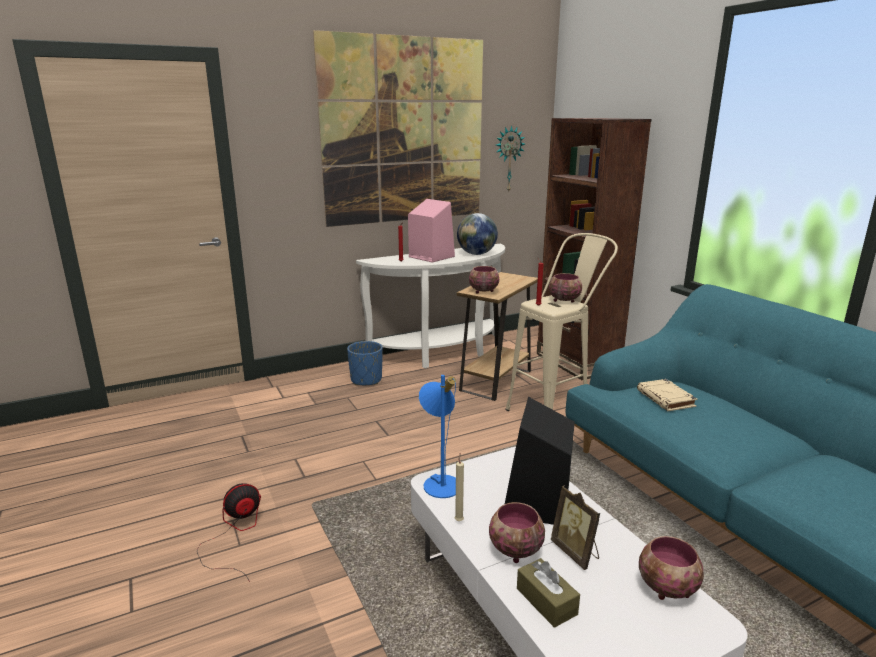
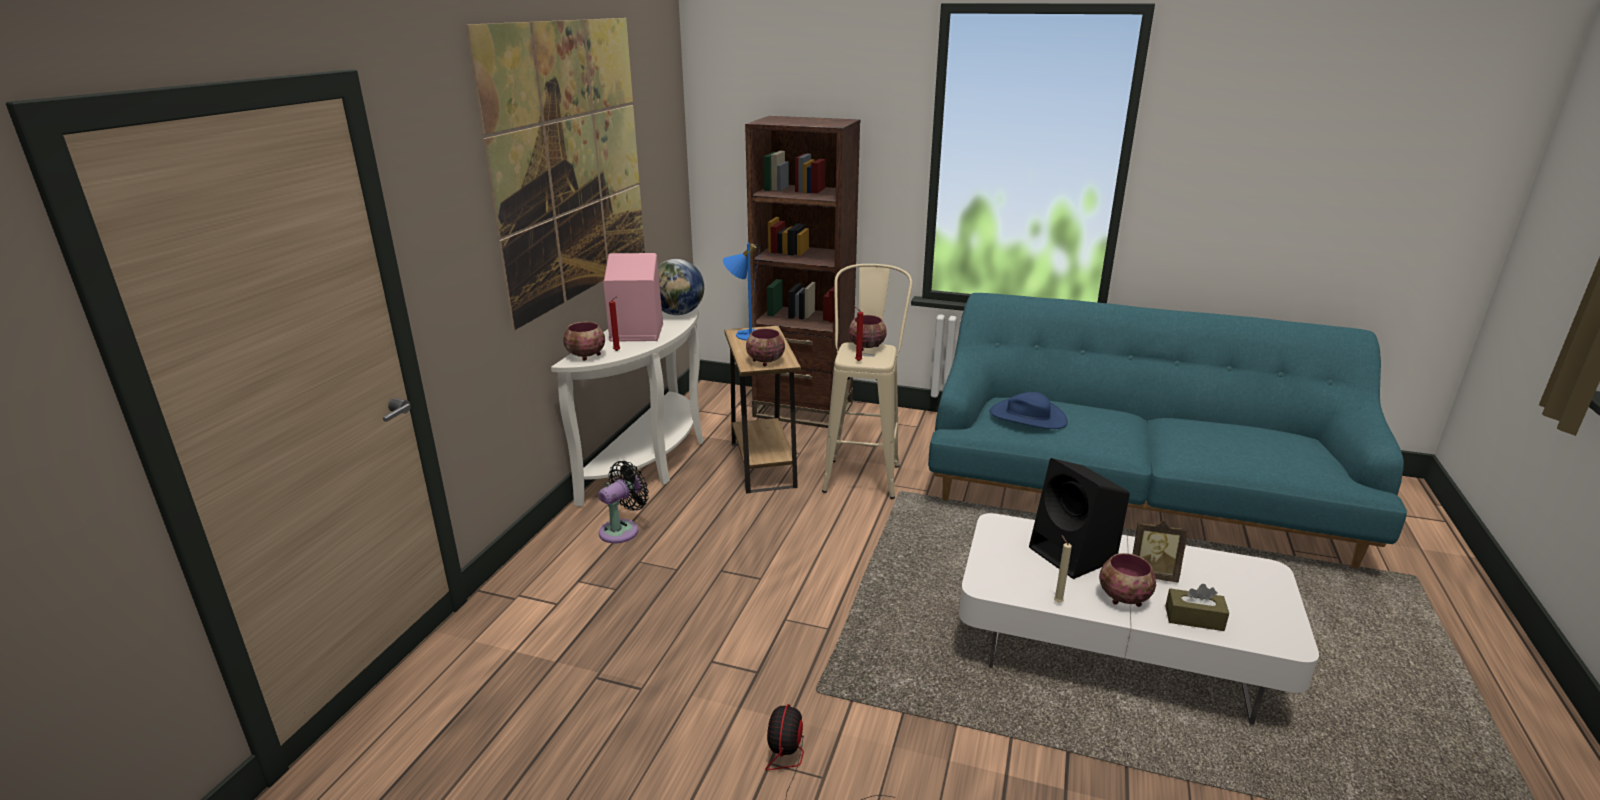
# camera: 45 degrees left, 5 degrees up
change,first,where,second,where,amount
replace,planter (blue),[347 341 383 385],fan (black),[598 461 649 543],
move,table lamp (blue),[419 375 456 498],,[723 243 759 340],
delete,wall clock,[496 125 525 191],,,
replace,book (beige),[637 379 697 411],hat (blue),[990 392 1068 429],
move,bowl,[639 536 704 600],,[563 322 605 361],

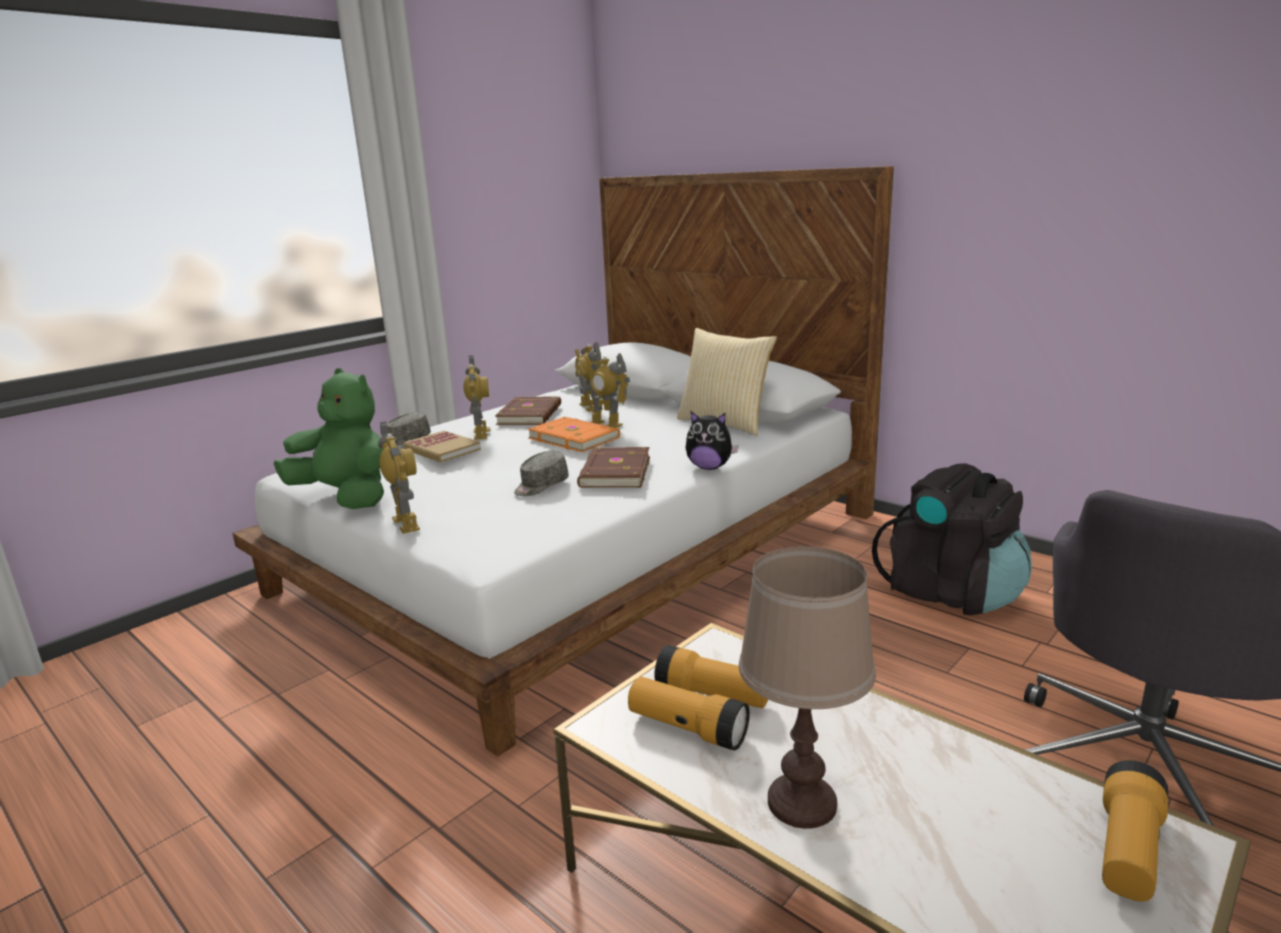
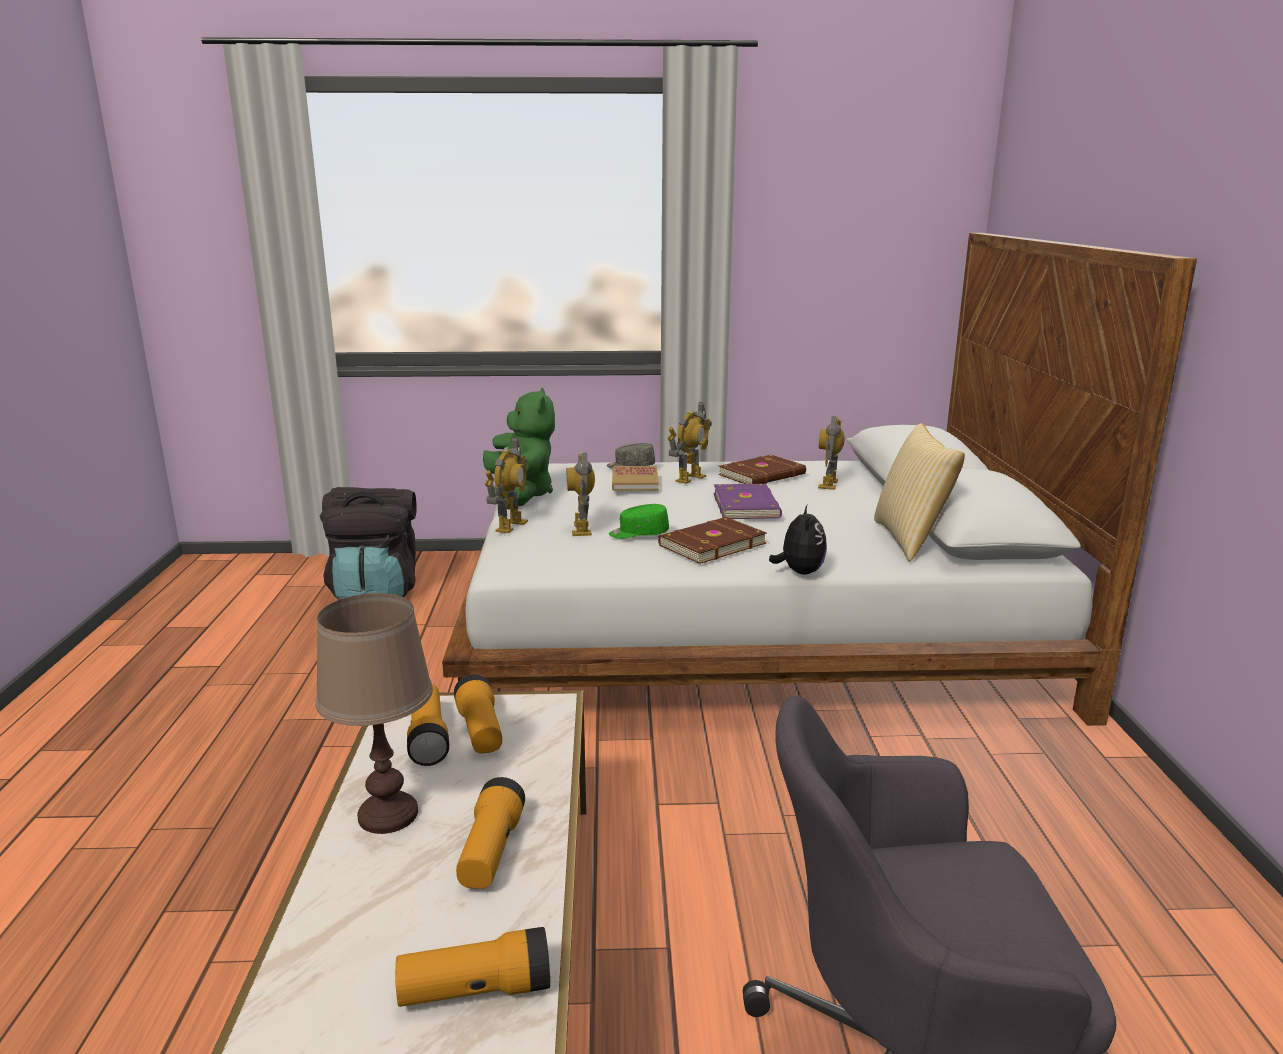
# camera: 45 degrees right, 0 degrees up
change,first,where,second,where,amount
recolor,cap (grey),[514 451 569 496],cap (green),[609 504 669 539],
recolor,book (orange),[527 417 620 452],book (purple),[713 484 782 519],
move,toy robot,[577 353 630 428],,[567 452 595 536],
rotate,plush toy,[685 411 739 470],,[769 505 827 575],150 degrees counterclockwise
move,backpack (black),[872 463 1032 615],,[320 487 417 600],
insert,,,flashlight,[456 777 525 889],

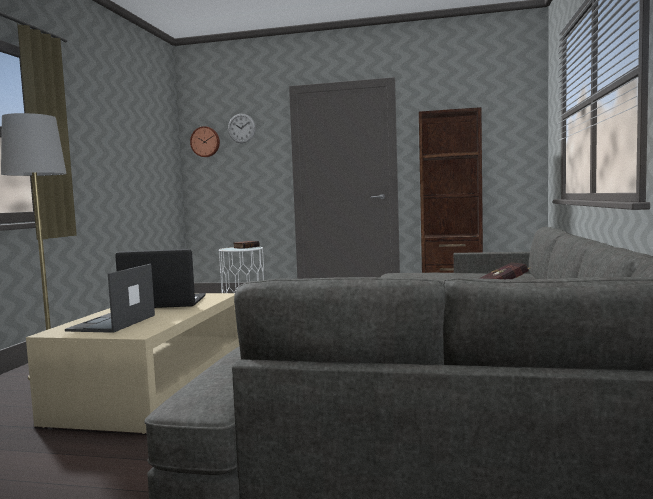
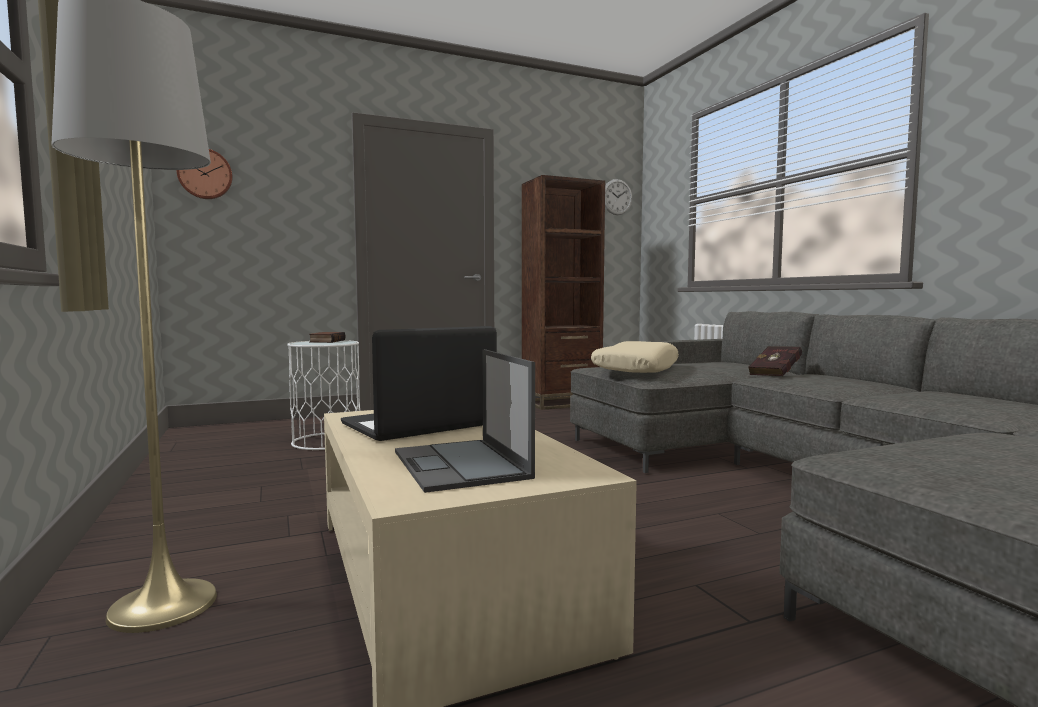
# camera: 35 degrees left, 0 degrees up
change,first,where,second,where,amount
move,wall clock,[228 114 256 143],,[605 179 632 215],
insert,,,pillow (beige),[591 341 679 373],

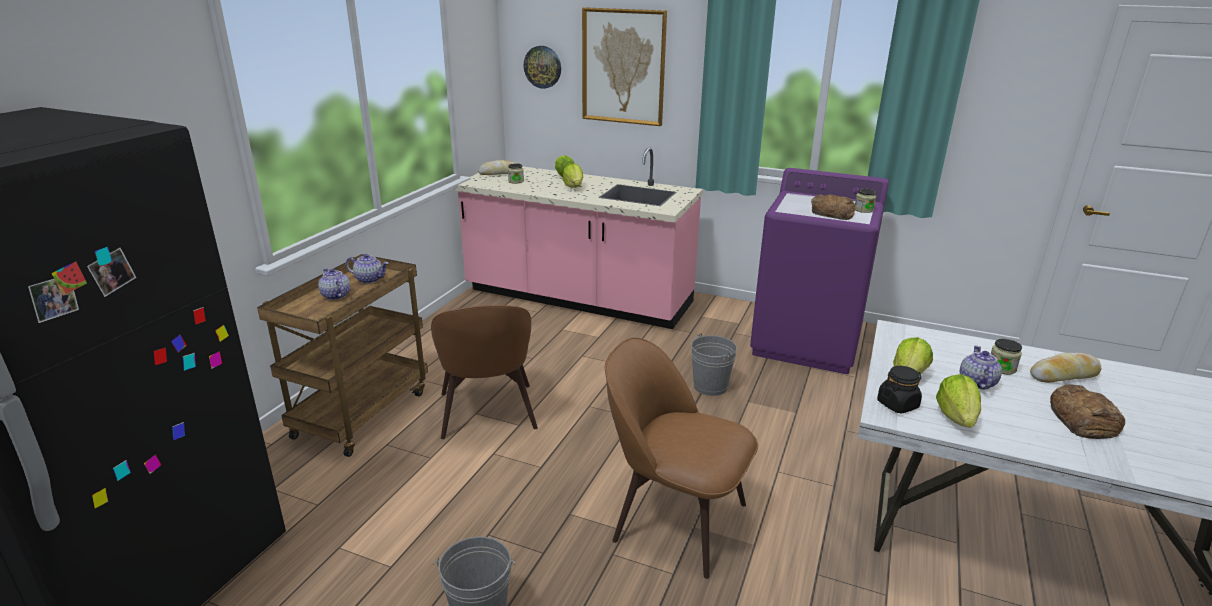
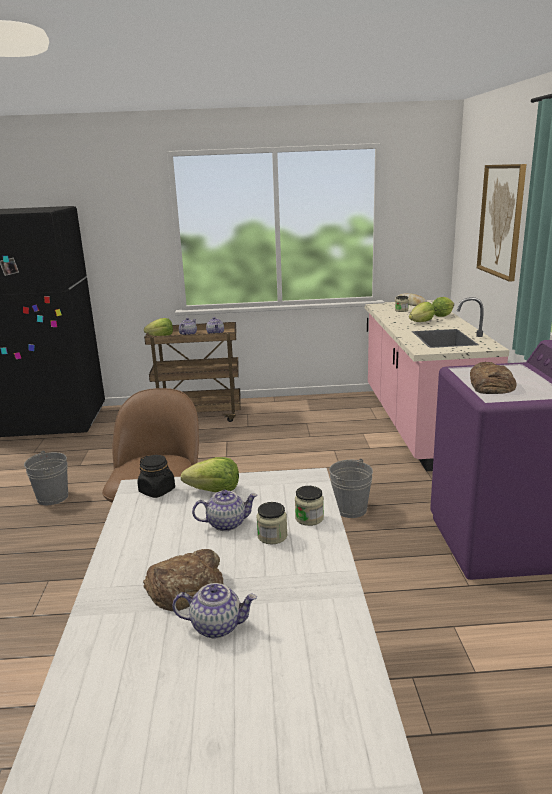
# camera: 65 degrees right, 5 degrees down
change,first,where,second,where,amount
delete,chair (brown),[431 305 538 439],,,
delete,wall clock,[524 46 561 89],,,
move,jar,[855 189 876 213],,[295 486 324 526],
move,lettuce,[936 374 981 428],,[144 318 173 336],
delete,bread,[1030 353 1102 383],,,
insert,,,teapot,[172 583 257 638],

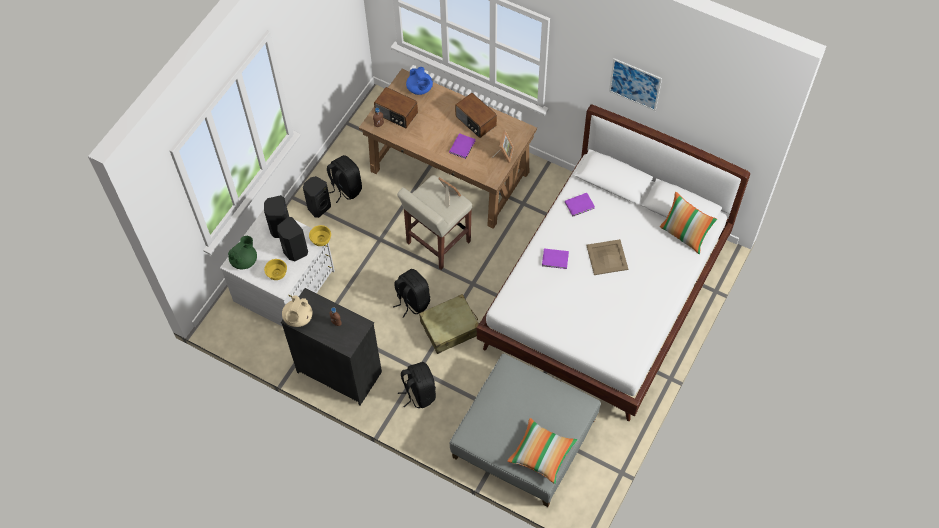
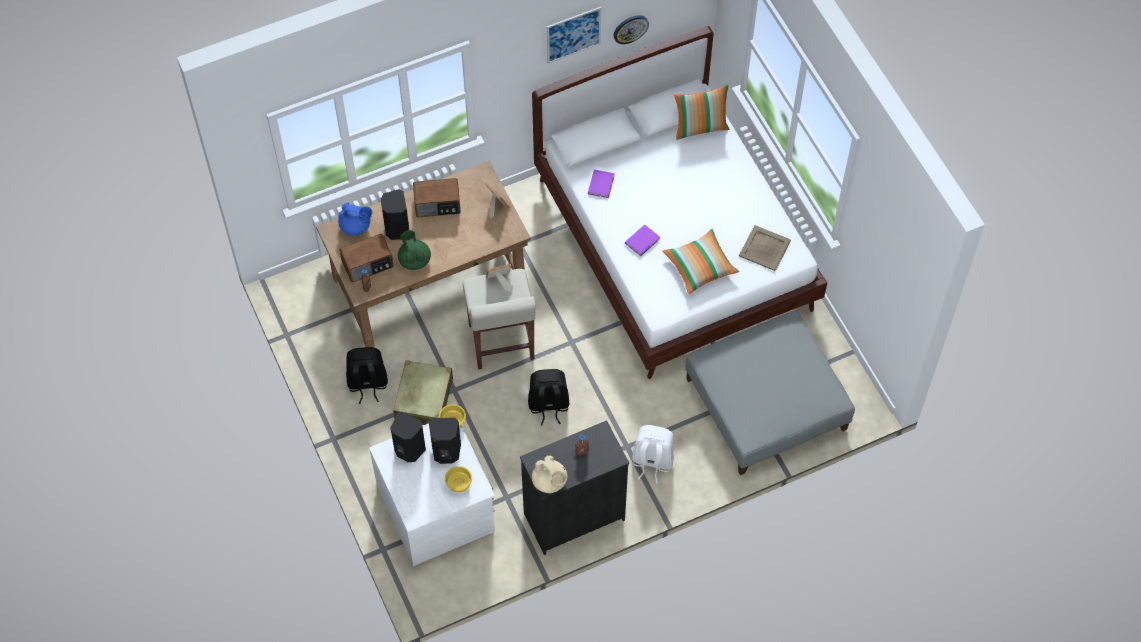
# camera: 55 degrees left, 0 degrees up
change,first,where,second,where,amount
move,teapot (green),[228 236 257 269],,[398 230 431 270],
move,speaker (black),[303 176 331 218],,[381 189 409 240],
recolor,backpack (black),[398 362 436 409],backpack (white),[632 425 674 483],
move,suitcase (beige),[419 294 479 354],,[393 360 453 425],
delete,book (purple),[449 133 475 159],,,
move,pillow,[507 418 577 484],,[662 229 739 294],
move,tray (beige),[586 239 628 275],,[739 225 791 271],
insert,,,wall clock,[613 15 649 44],

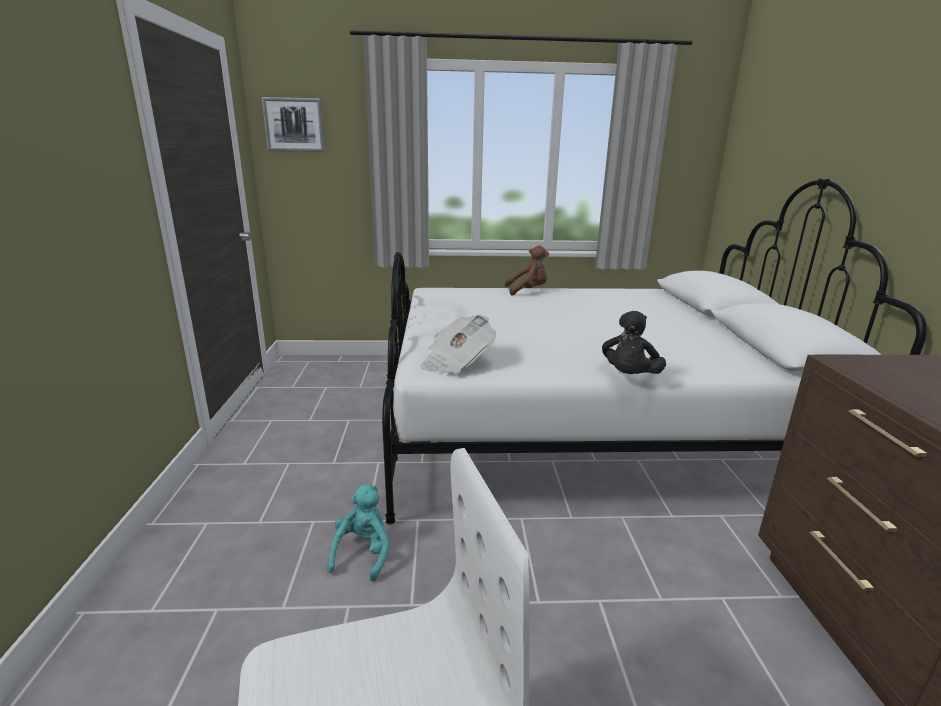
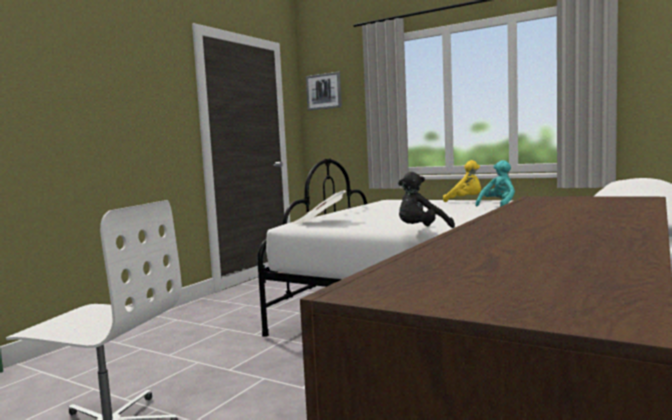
# camera: 35 degrees right, 15 degrees down
change,first,where,second,where,amount
move,plush toy (turquoise),[327 484 390 582],,[475 160 515 207],
recolor,plush toy (brown),[505 246 549 296],plush toy (yellow),[443 160 481 202],

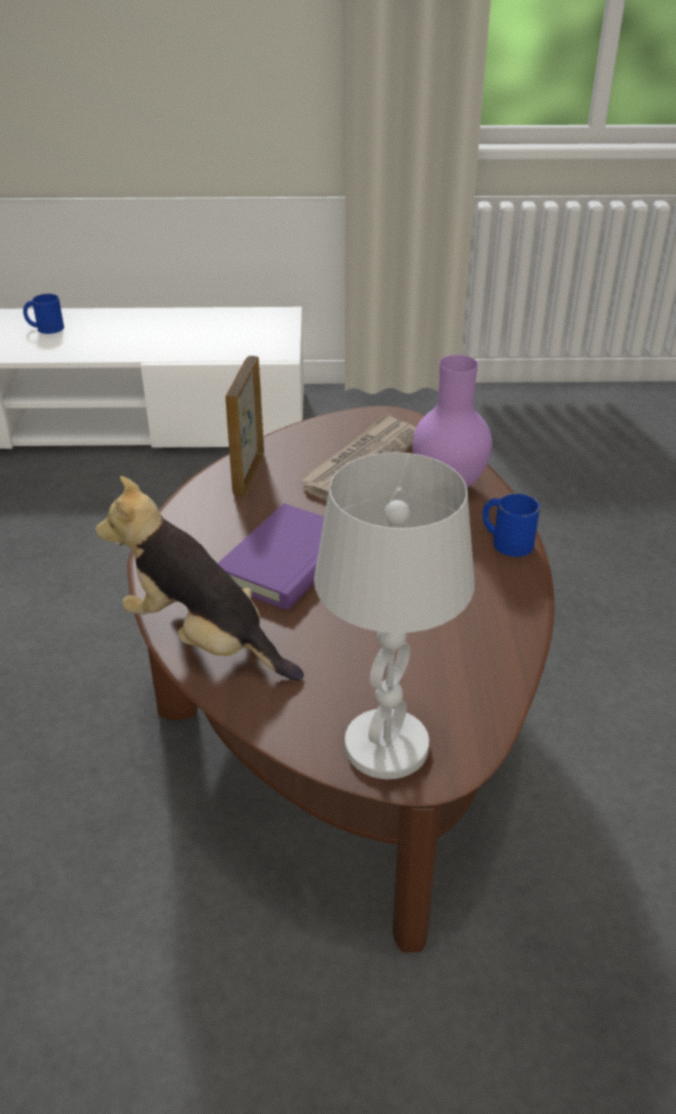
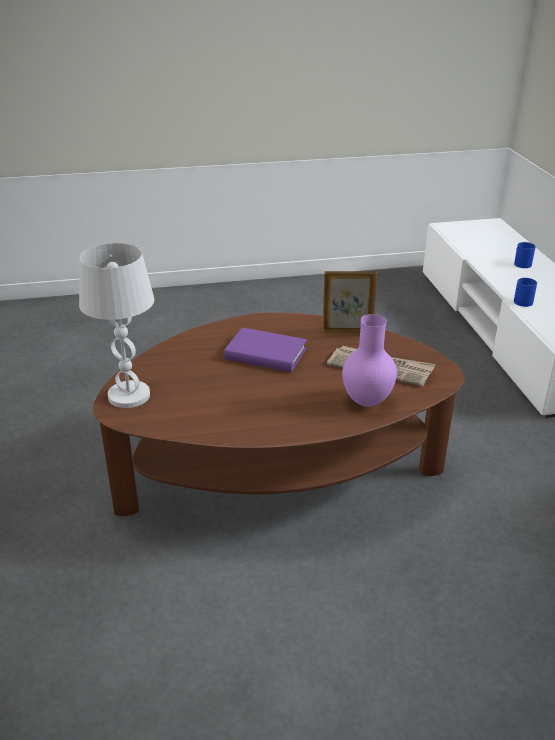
# camera: 80 degrees right, 5 degrees down
change,first,where,second,where,amount
delete,plush toy,[96 476 304 681],,,
move,mug (blue),[482 493 540 557],,[514 278 537 307],

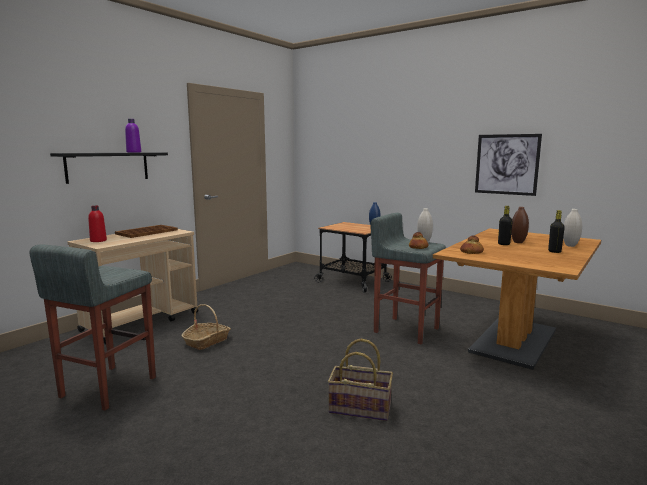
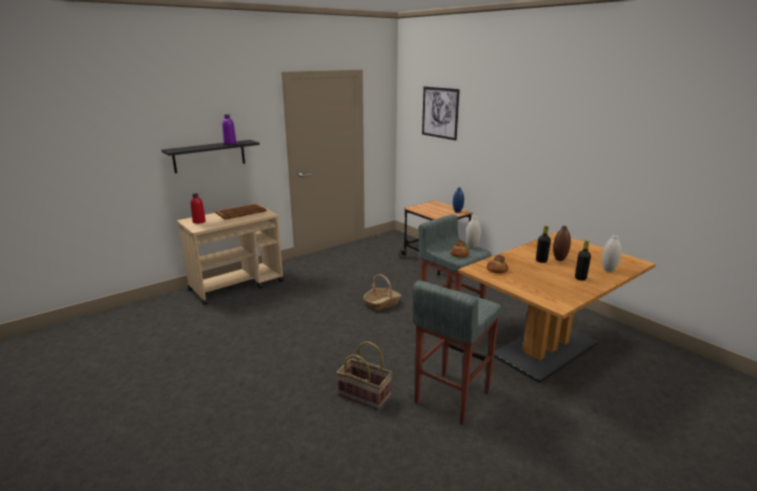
# camera: 15 degrees right, 10 degrees up
change,first,where,second,where,amount
move,stool (grey),[30 244 156 411],,[413 281 501 425],
move,basket,[182 304 231 350],,[363 274 401 311],
move,picture,[475 134 542 196],,[422 87 460 140],

